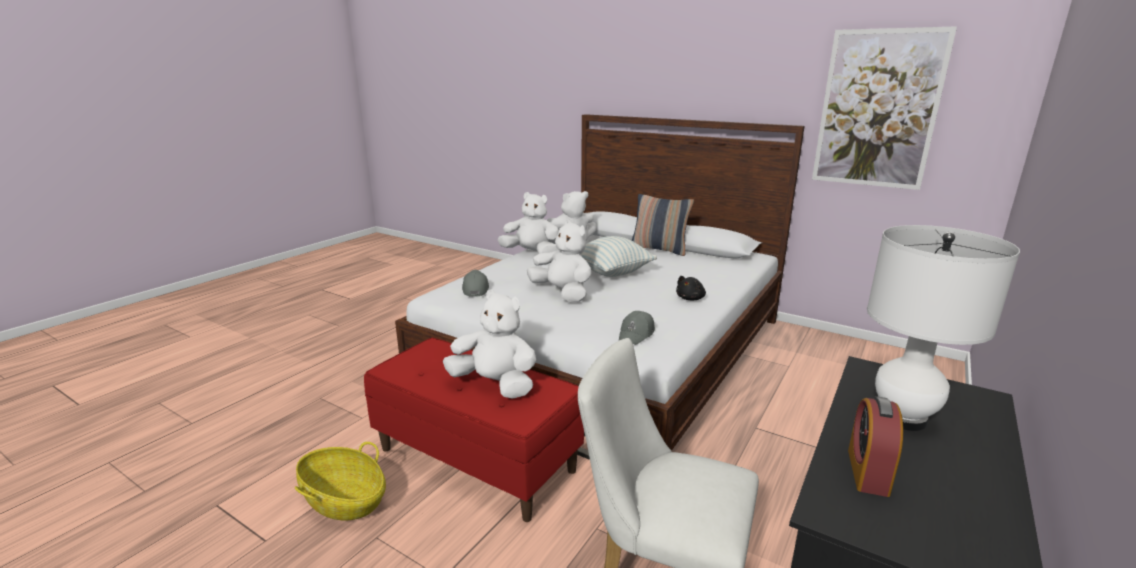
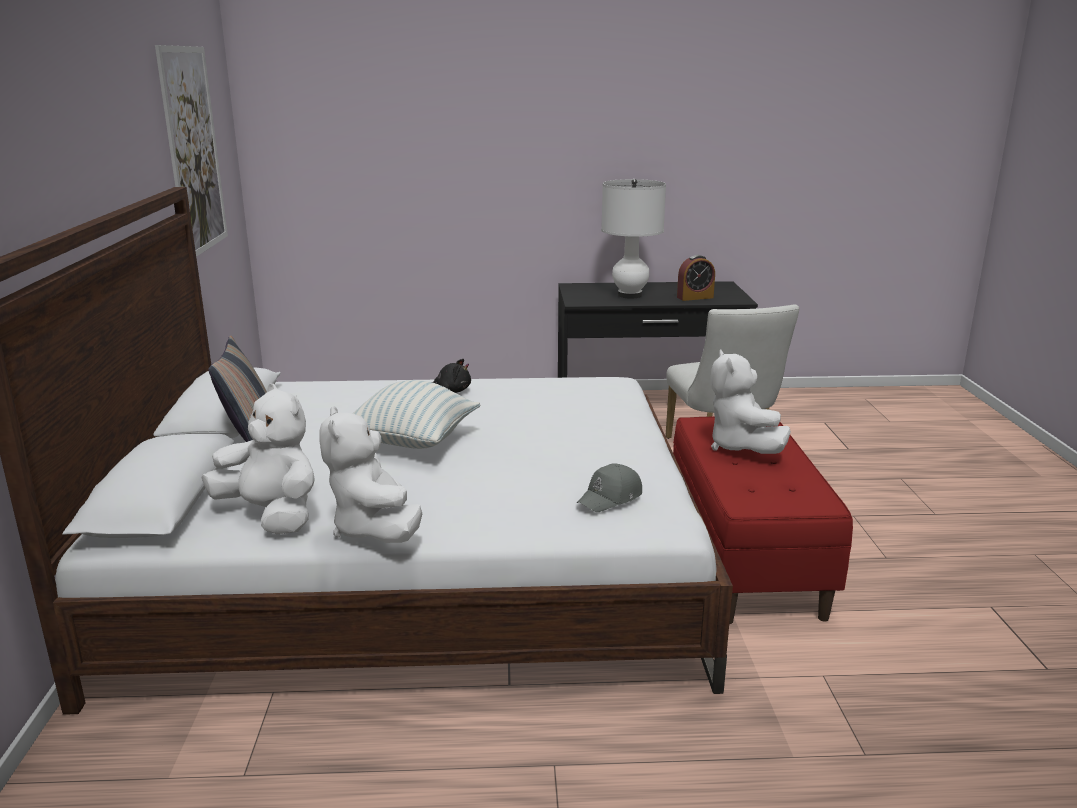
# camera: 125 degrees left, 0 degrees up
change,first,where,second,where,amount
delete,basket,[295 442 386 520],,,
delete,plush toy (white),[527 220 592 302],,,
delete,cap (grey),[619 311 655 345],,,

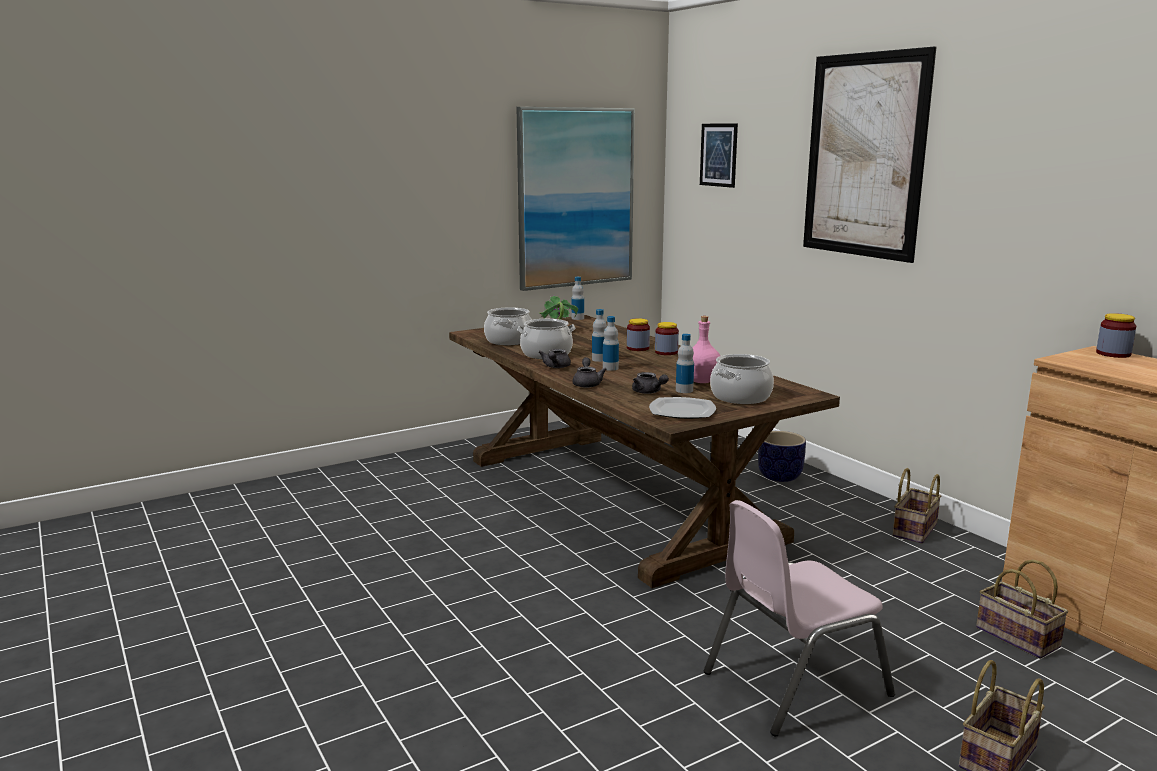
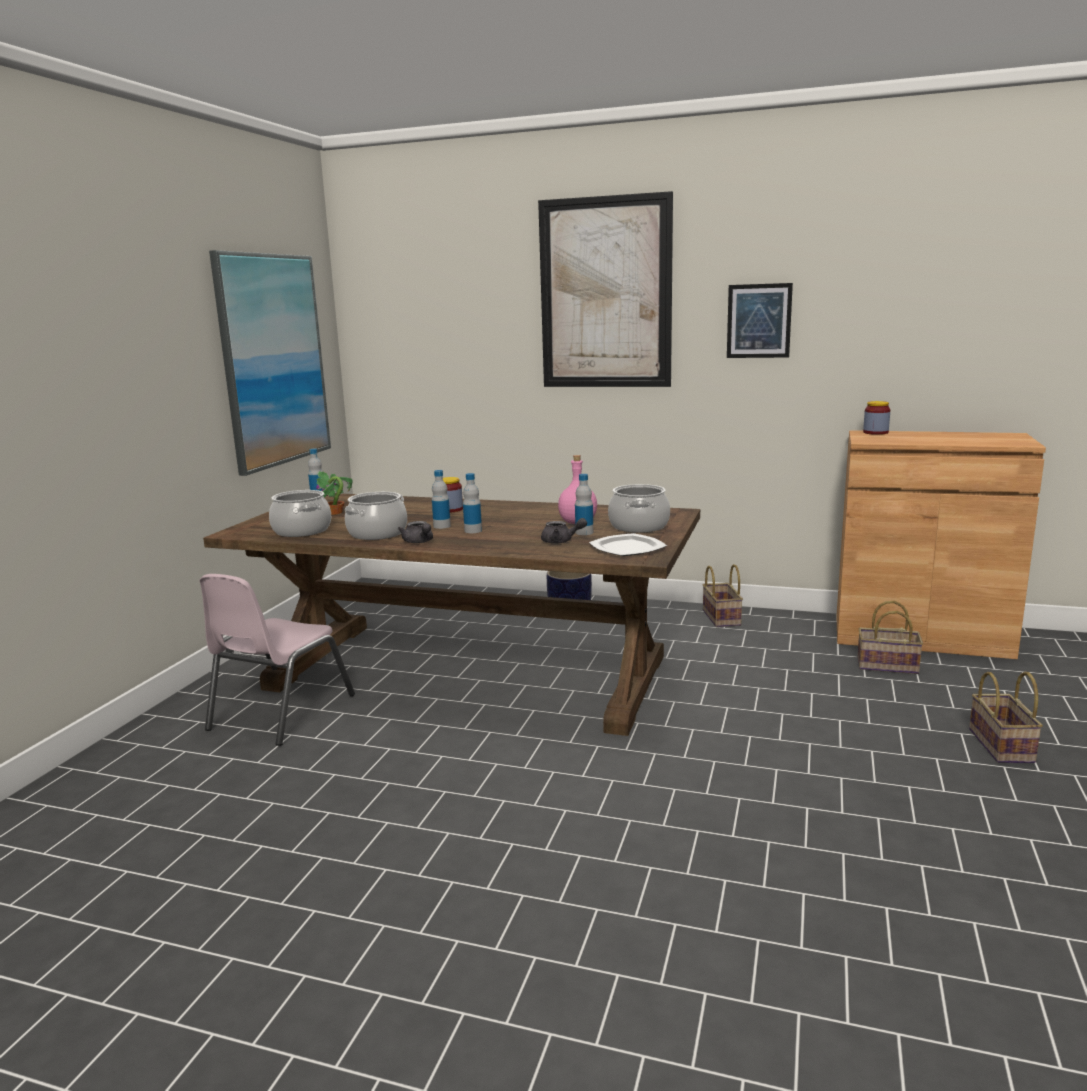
# camera: 40 degrees left, 0 degrees up
change,first,where,second,where,amount
delete,teapot (grey),[573 357 607 388],,,
delete,jar,[655 322 679 355],,,
move,picture,[700 123 738 188],,[727 283 793 358],
move,chair (pink),[704 500 895 737],,[200 574 355 746],

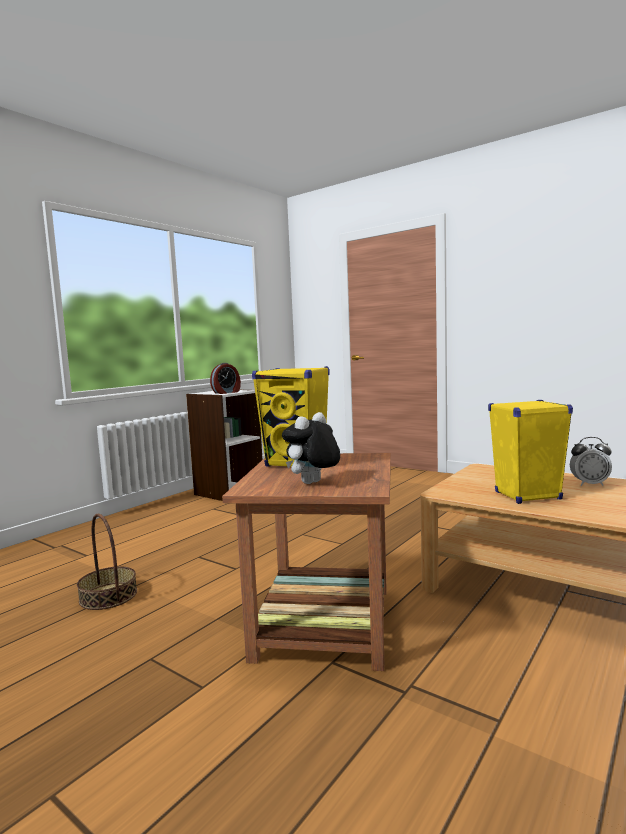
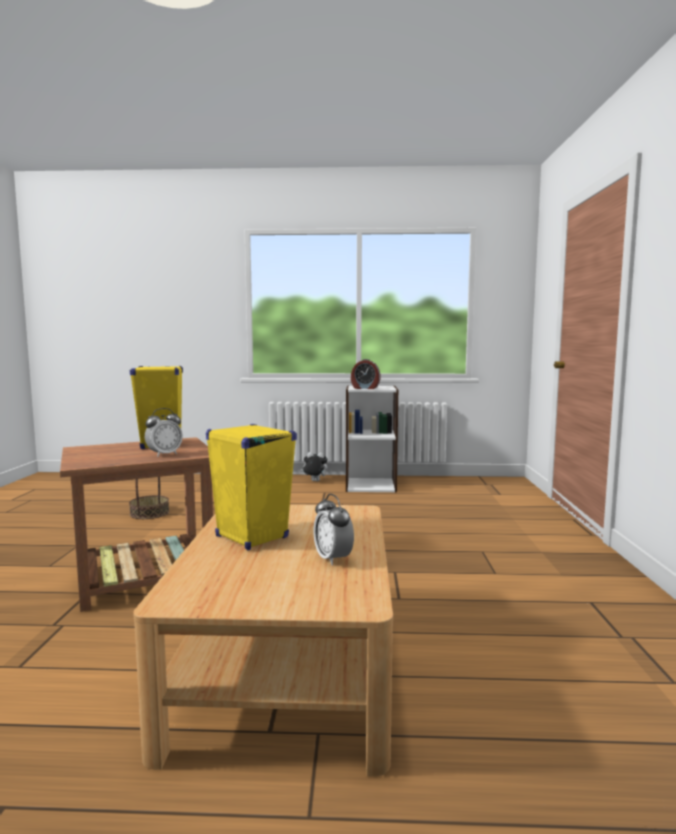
# camera: 55 degrees right, 0 degrees up
change,first,where,second,where,amount
move,plush toy,[282 412 340 484],,[301 452 327 481],
insert,,,alarm clock,[145 408 183 457],

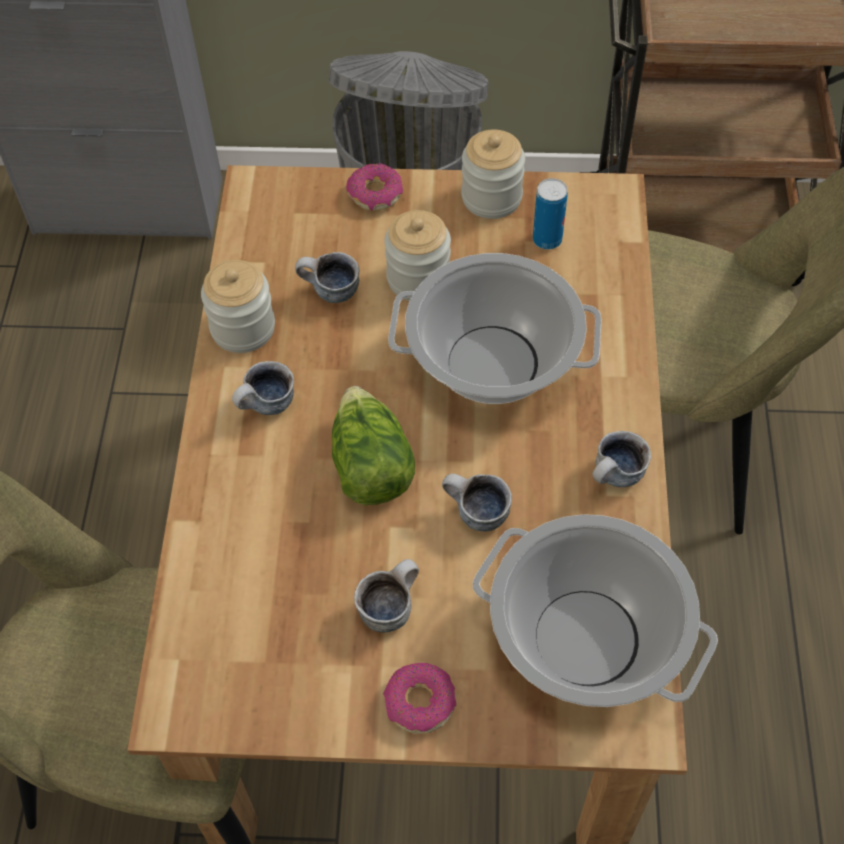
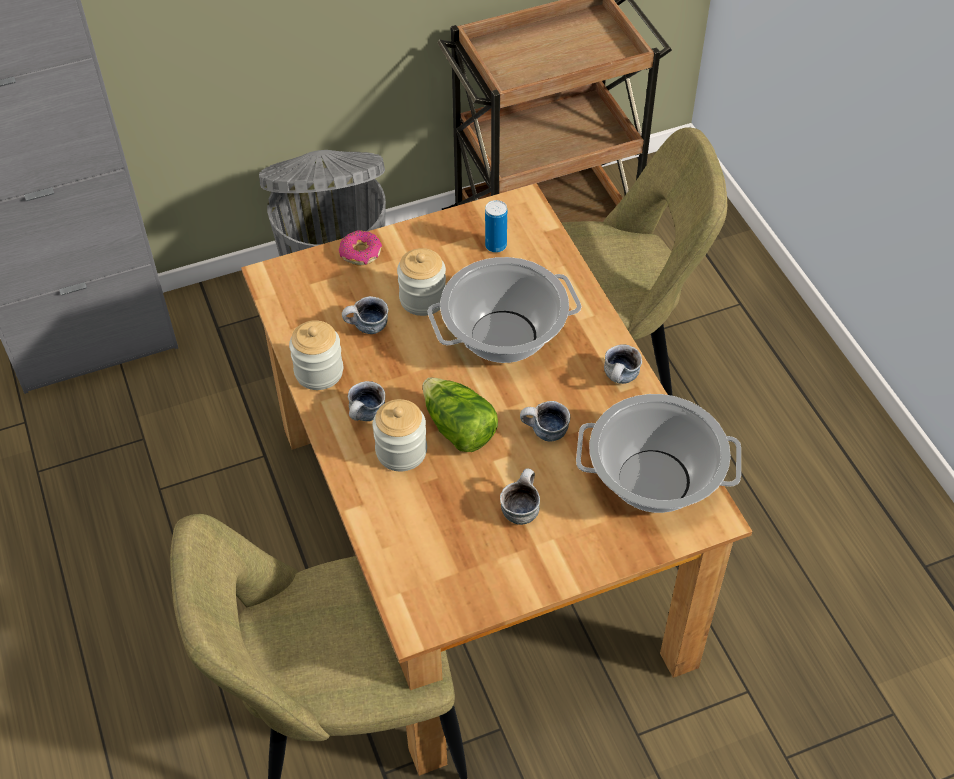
# camera: 25 degrees left, 5 degrees down
change,first,where,second,where,amount
delete,donut,[383 663 456 734],,,
move,jar,[461 130 525 219],,[373 399 427 471],

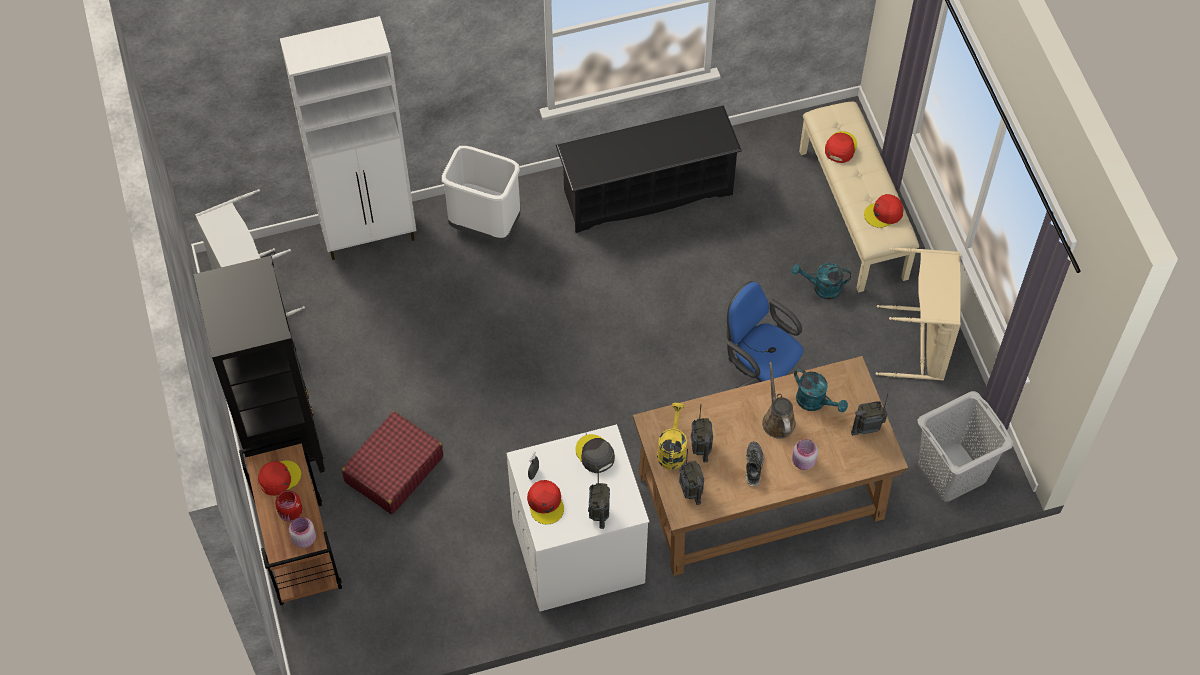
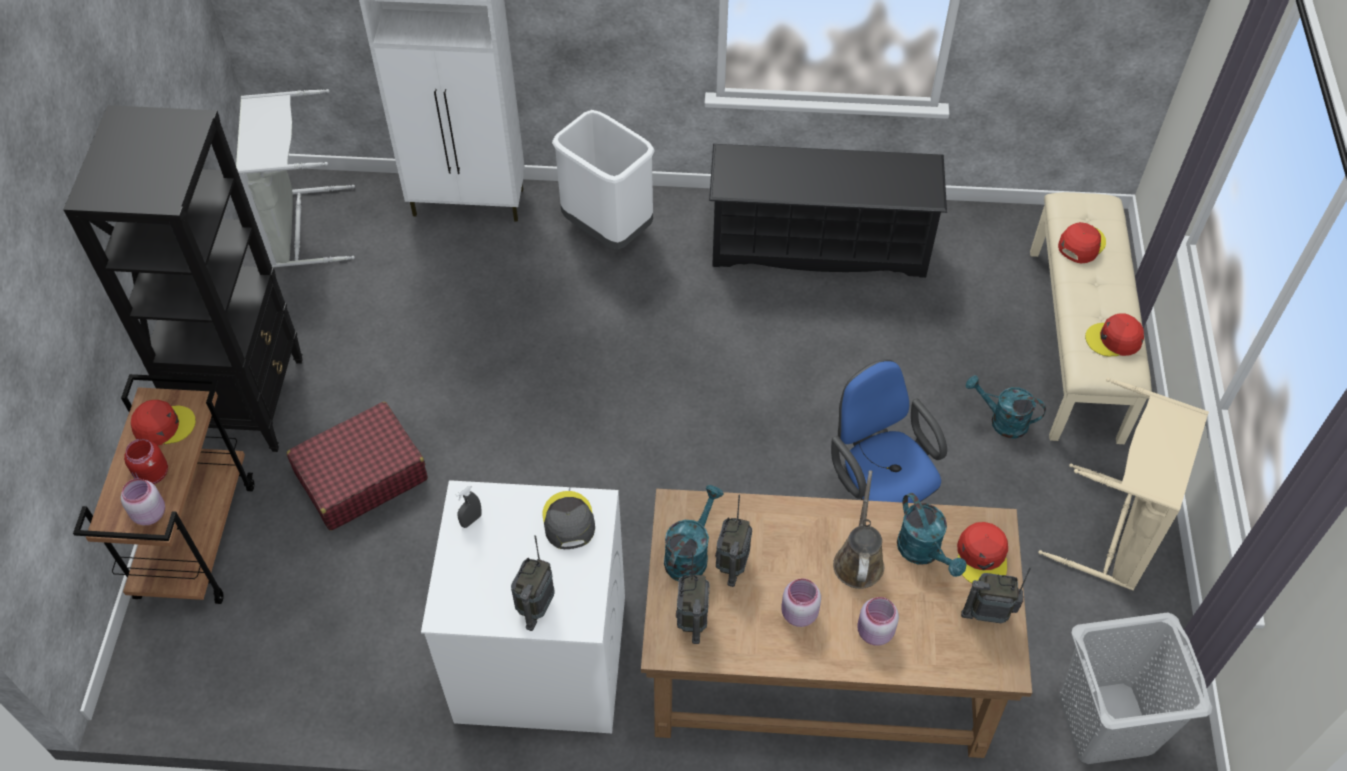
# camera: 20 degrees right, 5 degrees down
change,first,where,second,where,amount
move,cap (red),[527 480 564 524],,[957 522 1008 583],
recolor,watering can (yellow),[657 403 687 470],watering can (turquoise),[664 485 724 581],
replace,shoe,[746 441 764 486],jar (pink),[781 578 821 627],

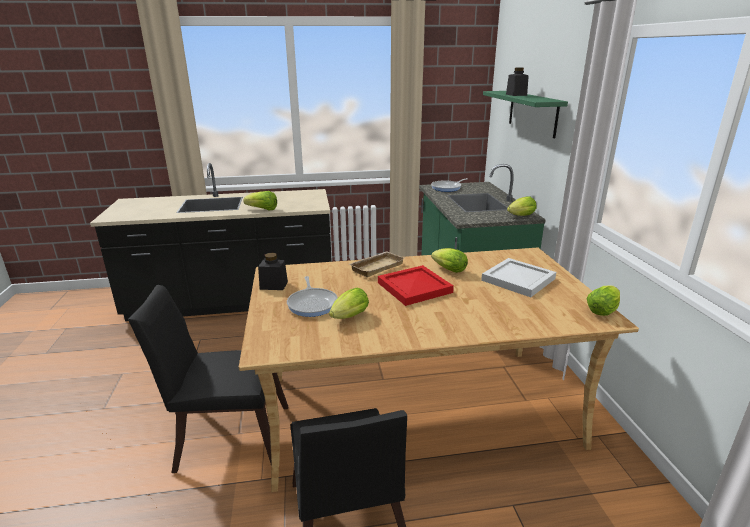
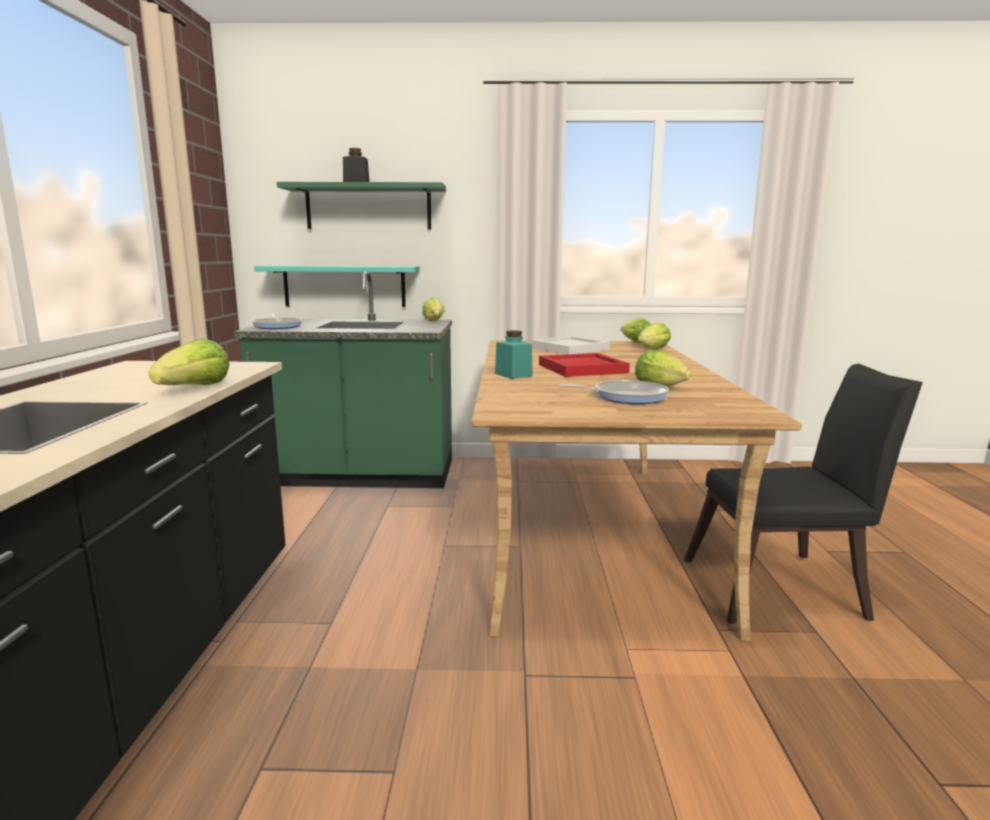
# camera: 80 degrees left, 10 degrees down
change,first,where,second,where,amount
delete,chair (black),[128 285 288 473],,,
delete,jar (black),[258 253 288 290],,,
replace,tray (beige),[349 251 404 277],jar (turquoise),[495 330 533 379],
move,lettuce,[431 248 468 273],,[638 323 671 349],
insert,,,shelf (turquoise),[254 265 420 307],

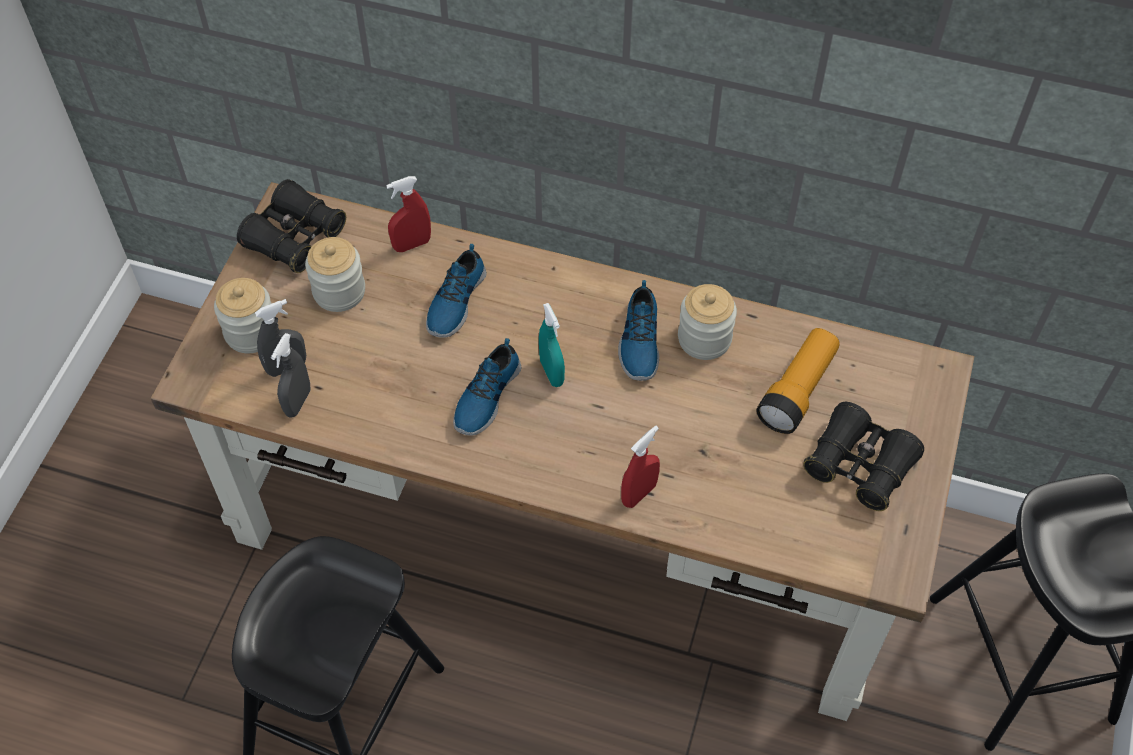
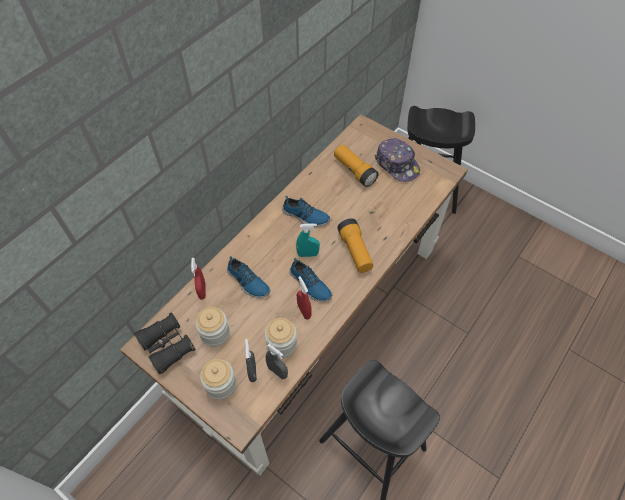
# camera: 70 degrees left, 0 degrees up
change,first,where,second,where,amount
move,spray bottle (red),[621 425 660 508],,[297 276 312 320],
move,jar,[678 284 737 360],,[265 318 297 358],
replace,binoculars (black),[803 402 924 511],cap,[375 138 420 182],
insert,,,flashlight,[337 218 373 273],

